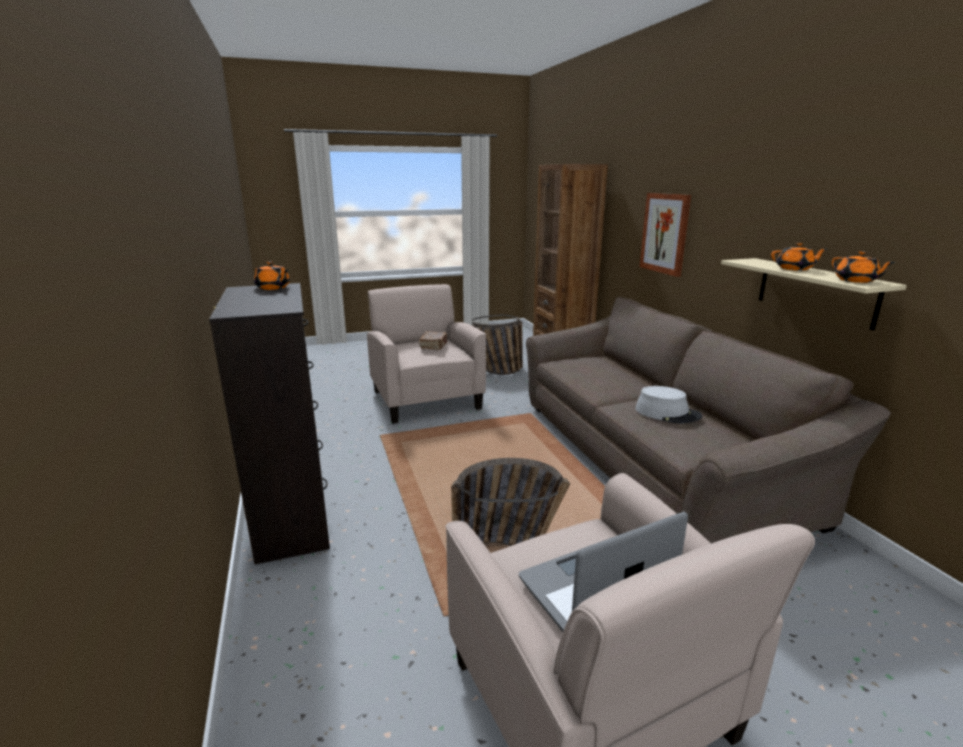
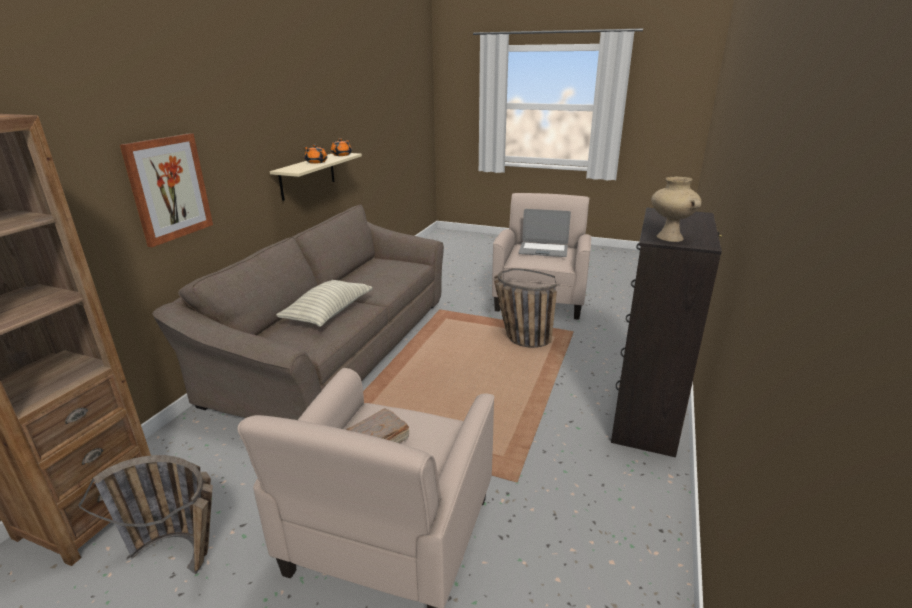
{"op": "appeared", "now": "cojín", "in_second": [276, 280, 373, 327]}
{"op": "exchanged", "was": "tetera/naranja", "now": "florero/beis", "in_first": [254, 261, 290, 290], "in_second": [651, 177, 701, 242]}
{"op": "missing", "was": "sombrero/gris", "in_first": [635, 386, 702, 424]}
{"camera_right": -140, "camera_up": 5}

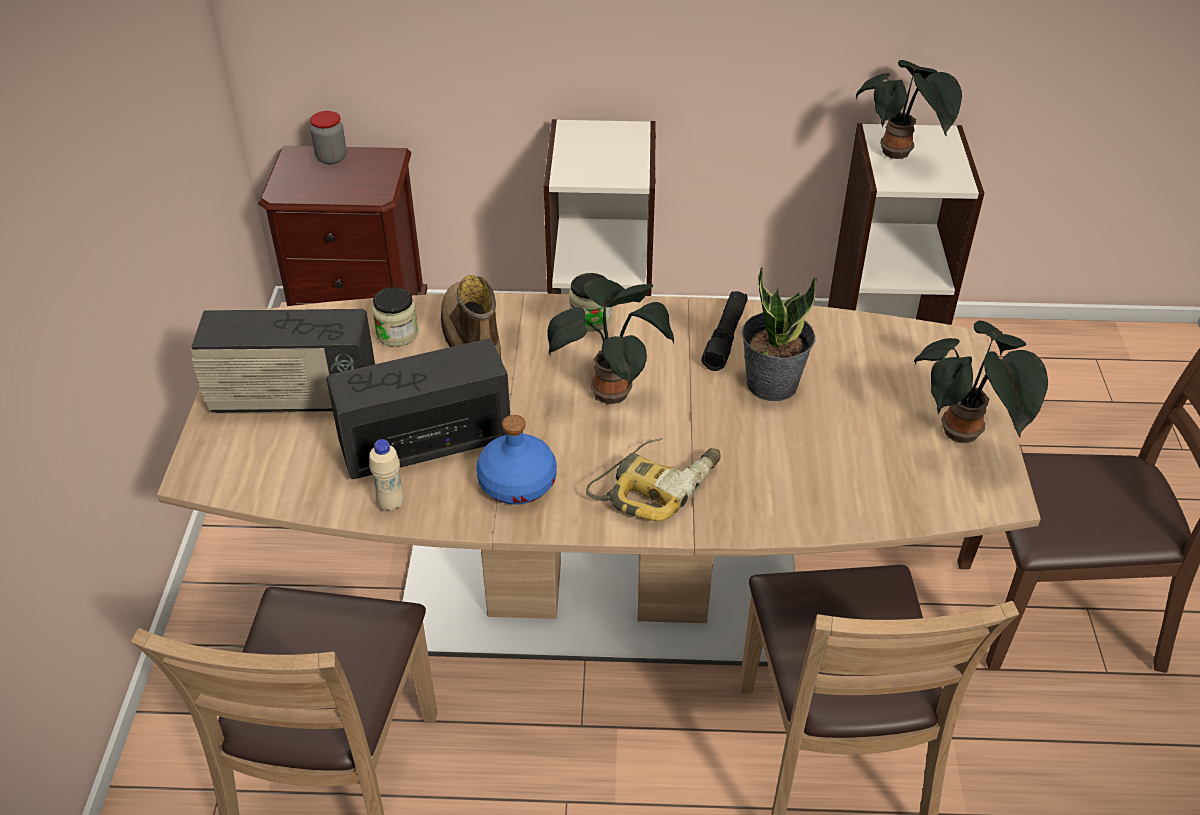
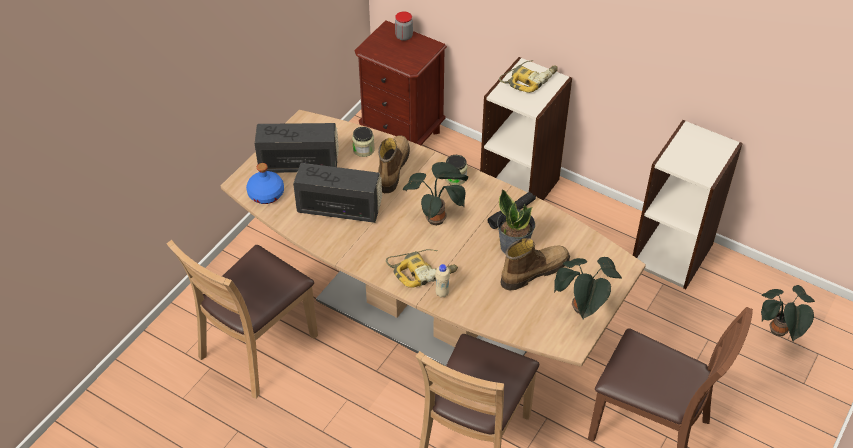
{"op": "relocated", "was": "botella/azul", "in_first": [476, 415, 557, 505], "in_second": [246, 163, 284, 204]}
{"op": "spun", "was": "radio", "in_first": [191, 309, 375, 413], "in_second": [255, 123, 339, 173], "clockwise": 150}
{"op": "relocated", "was": "botella/beis", "in_first": [369, 439, 404, 512], "in_second": [435, 264, 450, 297]}
{"op": "appeared", "now": "taladro", "in_second": [499, 60, 558, 93]}
{"op": "appeared", "now": "bota", "in_second": [501, 238, 570, 291]}
{"op": "relocated", "was": "planta en maceta", "in_first": [856, 60, 962, 159], "in_second": [761, 285, 815, 342]}
{"camera_right": 30, "camera_up": 5}

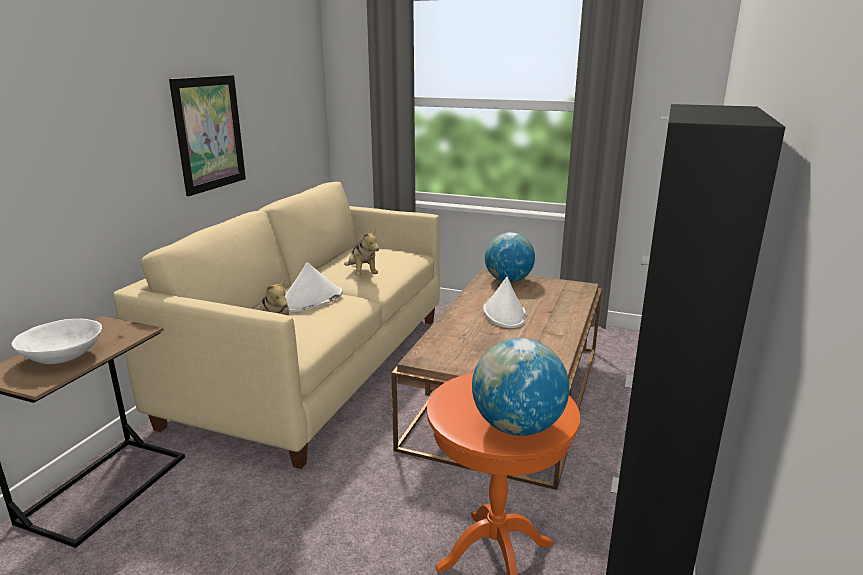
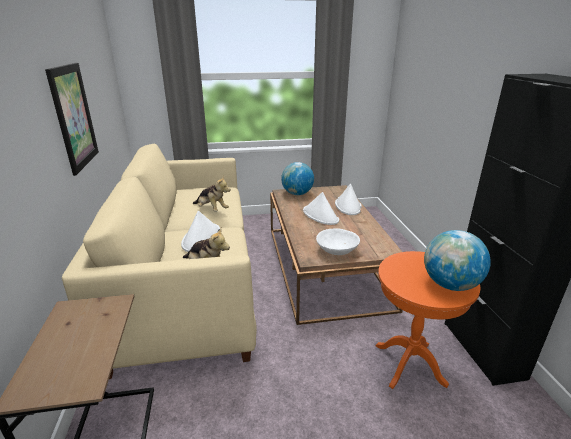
{"op": "relocated", "was": "cuenco/blanco", "in_first": [11, 319, 102, 364], "in_second": [316, 228, 360, 255]}
{"op": "appeared", "now": "sombrero/blanco", "in_second": [335, 183, 362, 215]}
{"camera_right": -30, "camera_up": 5}

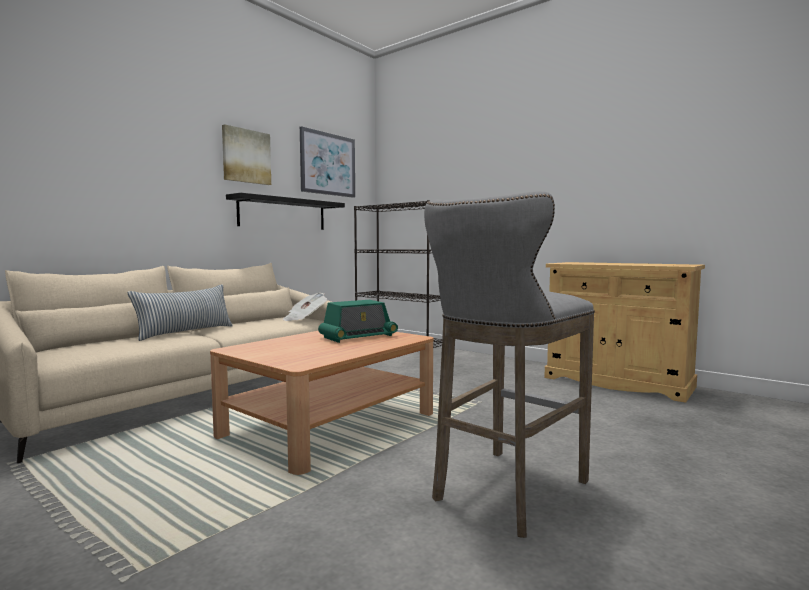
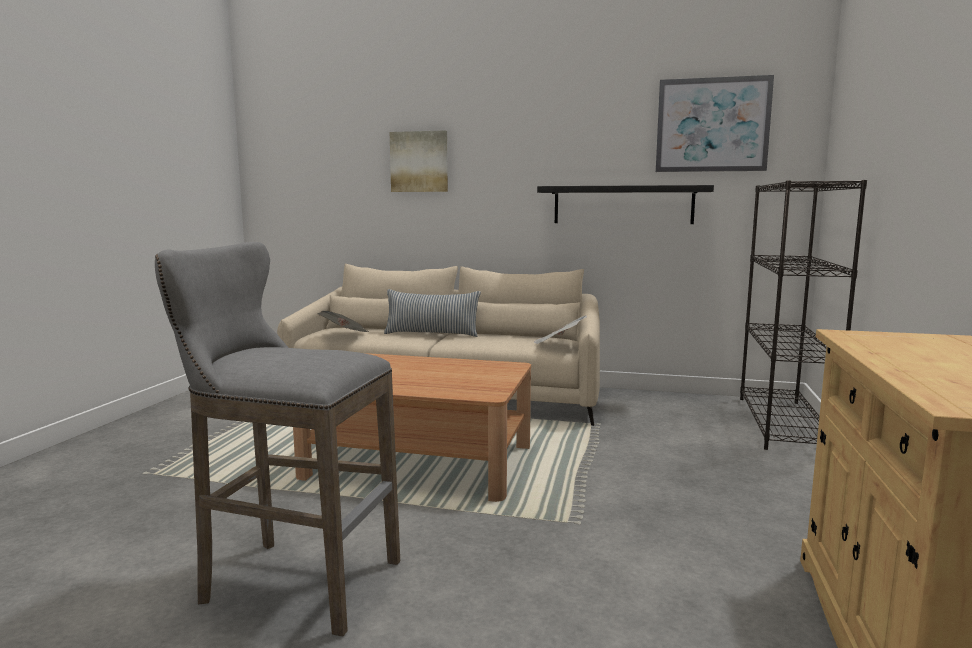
{"op": "appeared", "now": "periódico", "in_second": [317, 311, 369, 332]}
{"op": "relocated", "was": "cuadro", "in_first": [222, 124, 271, 185], "in_second": [390, 130, 448, 192]}
{"op": "missing", "was": "radio", "in_first": [318, 300, 398, 343]}
{"camera_right": 65, "camera_up": 5}

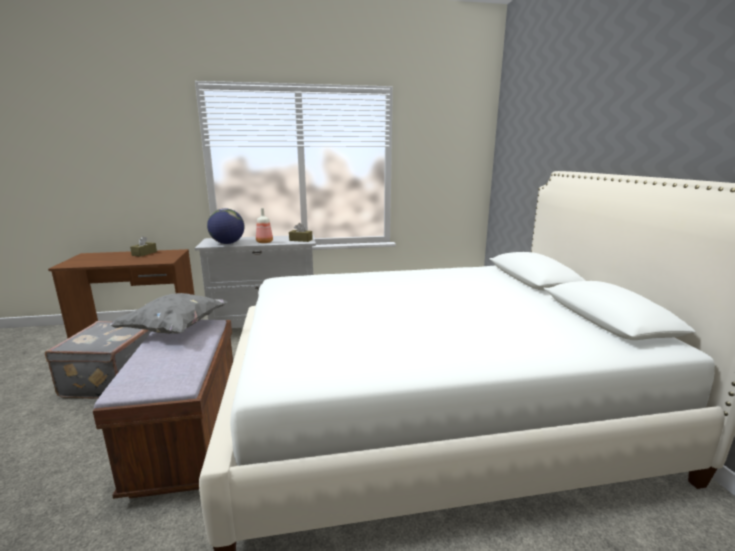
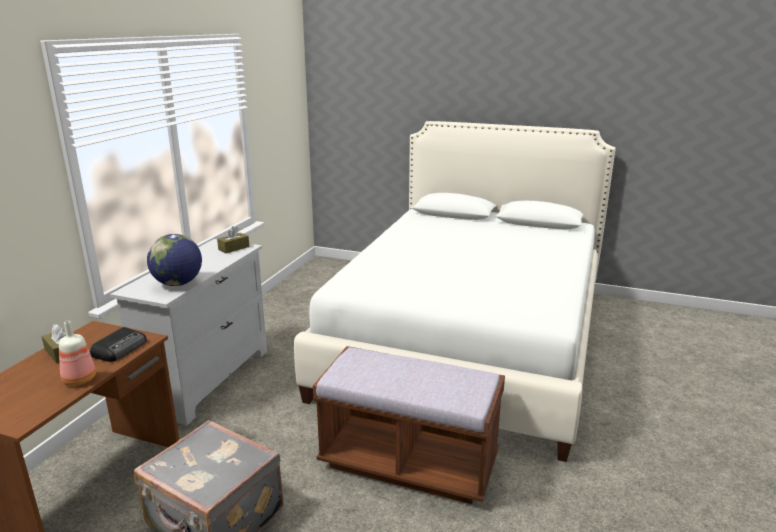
{"op": "relocated", "was": "botella", "in_first": [256, 208, 273, 243], "in_second": [59, 321, 96, 386]}
{"op": "appeared", "now": "radio", "in_second": [90, 327, 147, 362]}
{"op": "missing", "was": "cojín/gris", "in_first": [109, 293, 227, 334]}
{"camera_right": -60, "camera_up": 5}

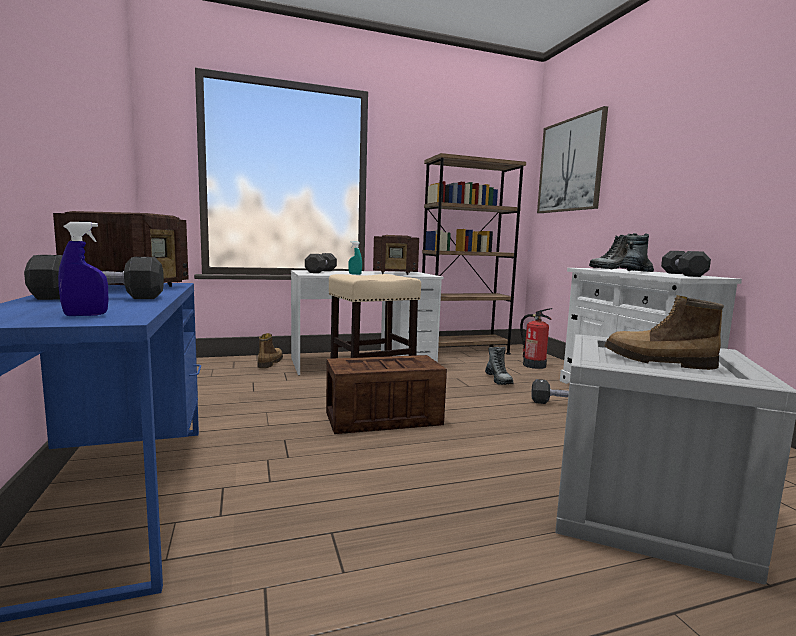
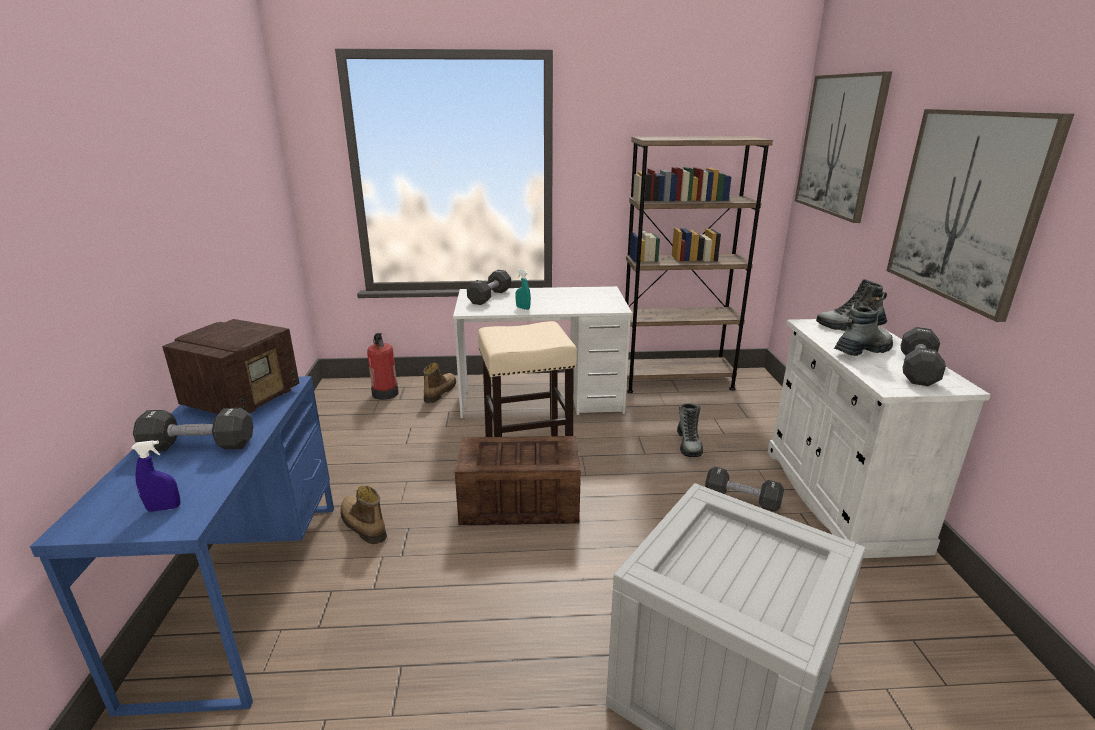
{"op": "relocated", "was": "bota", "in_first": [604, 295, 724, 370], "in_second": [341, 486, 387, 544]}
{"op": "relocated", "was": "extintor", "in_first": [520, 308, 552, 369], "in_second": [367, 333, 399, 400]}
{"op": "appeared", "now": "cuadro", "in_second": [886, 109, 1074, 322]}
{"op": "missing", "was": "radio", "in_first": [373, 235, 419, 275]}
{"camera_right": 15, "camera_up": 15}

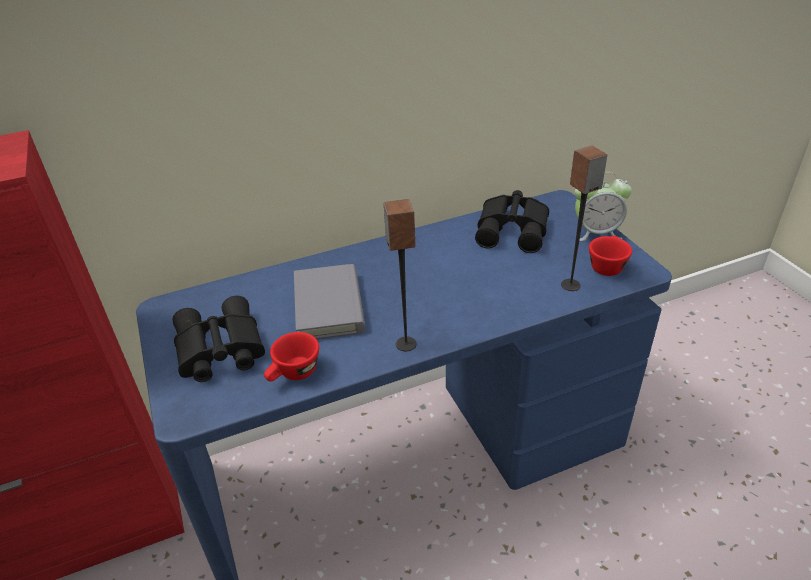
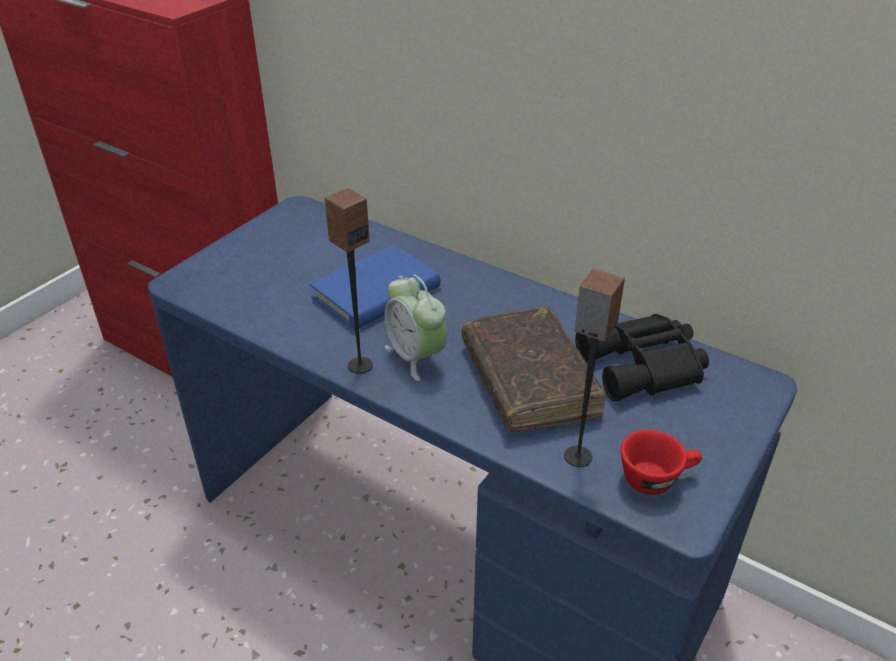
{"op": "colour", "was": "libro/gris", "now": "libro/azul", "in_first": [294, 264, 365, 339], "in_second": [310, 244, 440, 330]}
{"op": "relocated", "was": "despertador", "in_first": [575, 172, 632, 241], "in_second": [384, 275, 447, 381]}
{"op": "appeared", "now": "libro/marrón", "in_second": [461, 306, 605, 432]}
{"op": "missing", "was": "prismáticos/negro", "in_first": [172, 296, 265, 382]}
{"op": "missing", "was": "taza/rojo", "in_first": [264, 332, 319, 381]}
{"camera_right": 55, "camera_up": 0}

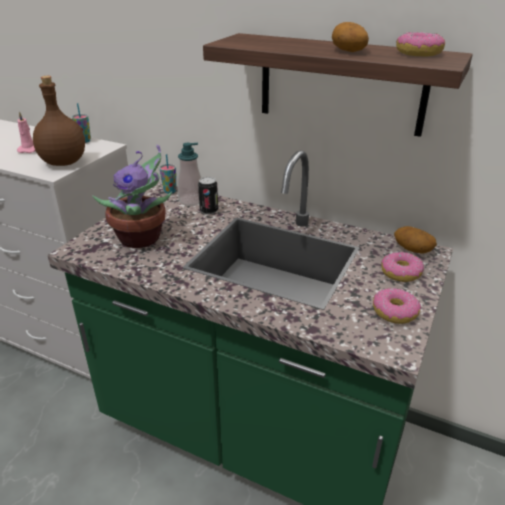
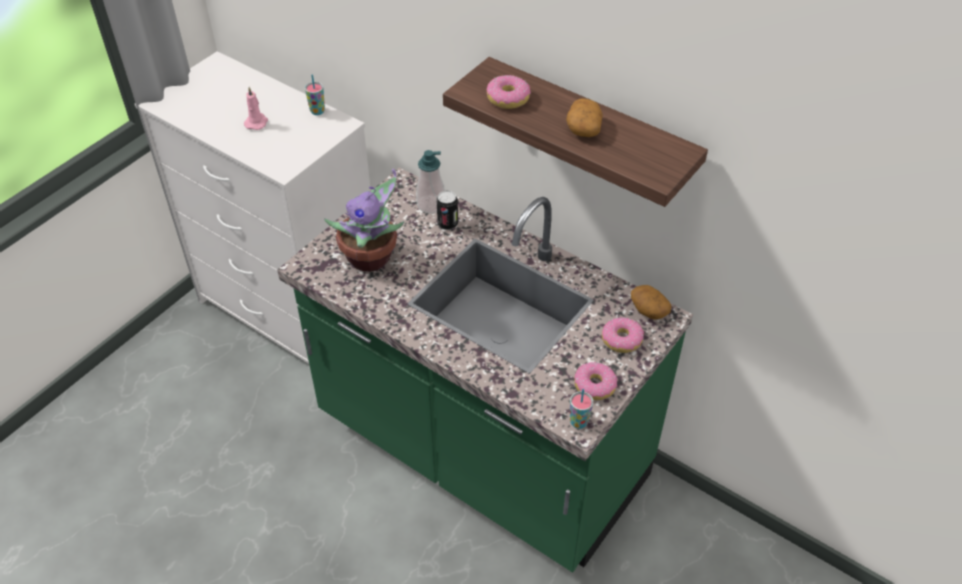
{"op": "relocated", "was": "rosquilla", "in_first": [396, 32, 445, 57], "in_second": [487, 75, 531, 109]}
{"op": "relocated", "was": "taza", "in_first": [160, 154, 177, 194], "in_second": [570, 389, 593, 429]}
{"op": "missing", "was": "botella/marrón", "in_first": [33, 76, 85, 166]}
{"camera_right": 10, "camera_up": 15}

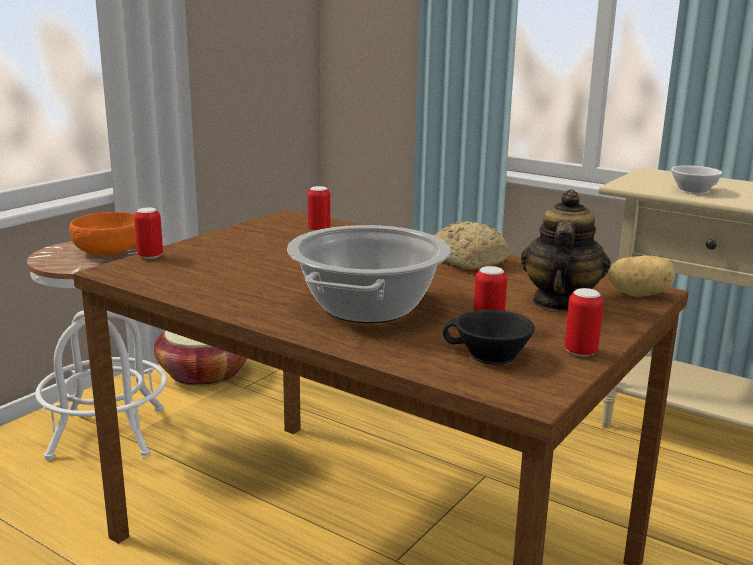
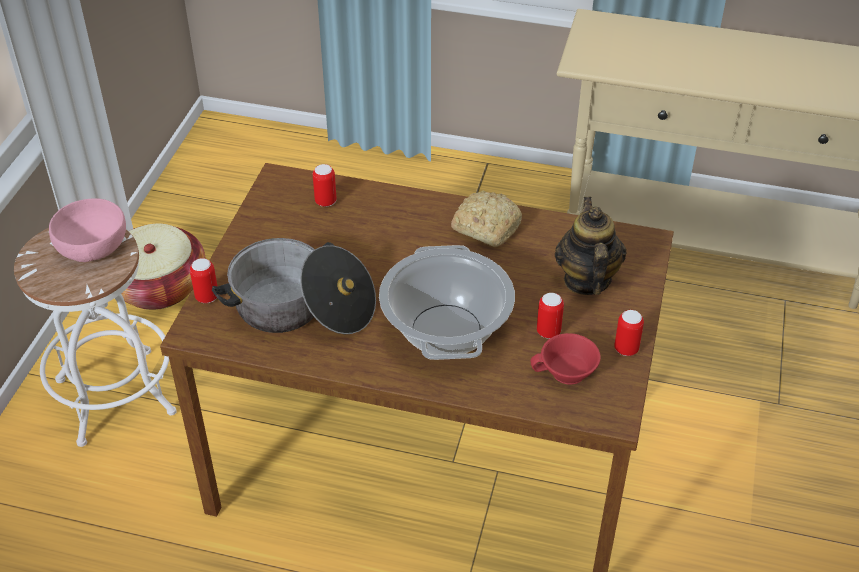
{"op": "colour", "was": "cuenco/naranja", "now": "cuenco/rosa", "in_first": [69, 212, 136, 256], "in_second": [49, 198, 126, 262]}
{"op": "appeared", "now": "olla", "in_second": [212, 238, 376, 334]}
{"op": "colour", "was": "taza/negro", "now": "taza/rojo", "in_first": [443, 309, 535, 365], "in_second": [530, 333, 601, 385]}
{"op": "missing", "was": "patata", "in_first": [607, 256, 675, 297]}
{"op": "missing", "was": "taza/blanco", "in_first": [671, 166, 722, 194]}
{"camera_right": -20, "camera_up": 25}

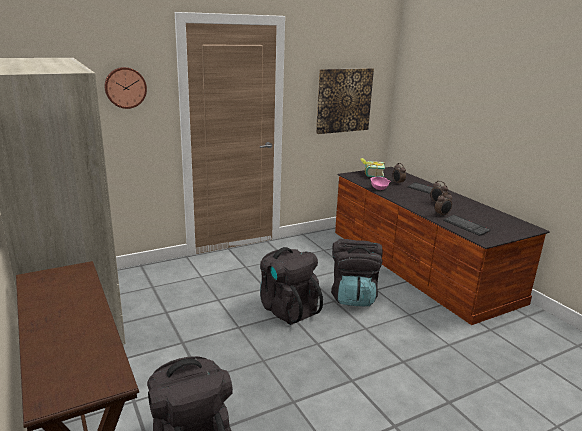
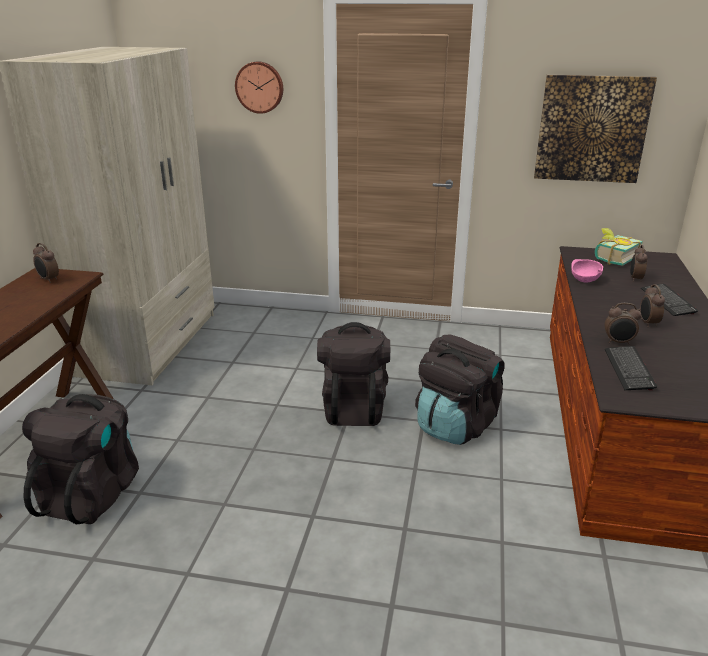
{"op": "appeared", "now": "despertador", "in_second": [33, 243, 59, 283]}
{"camera_right": 40, "camera_up": 5}

